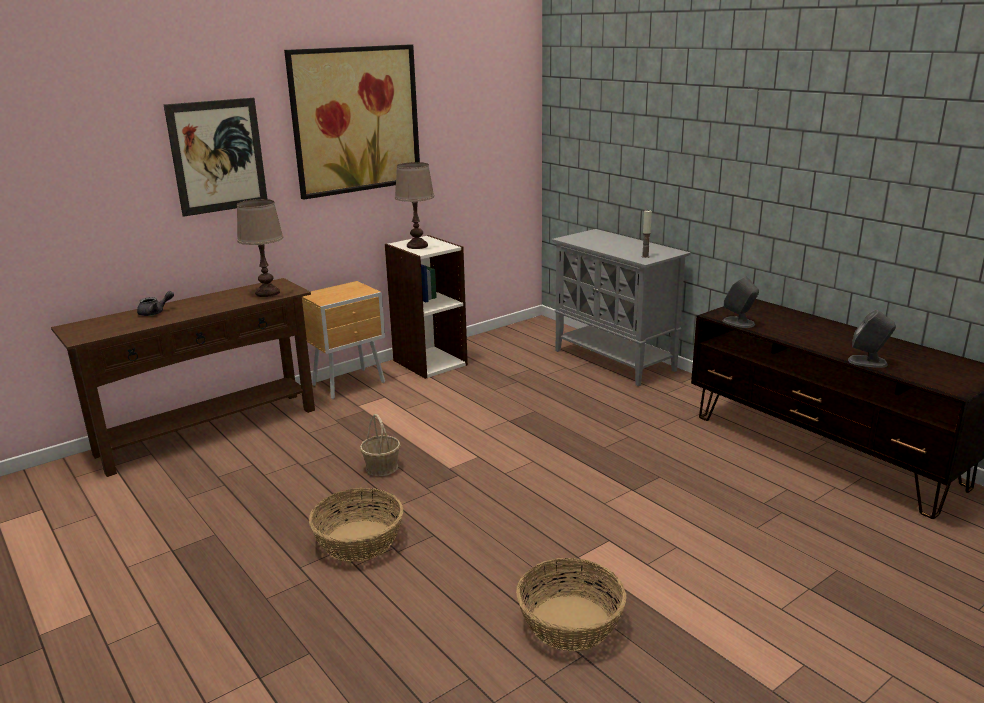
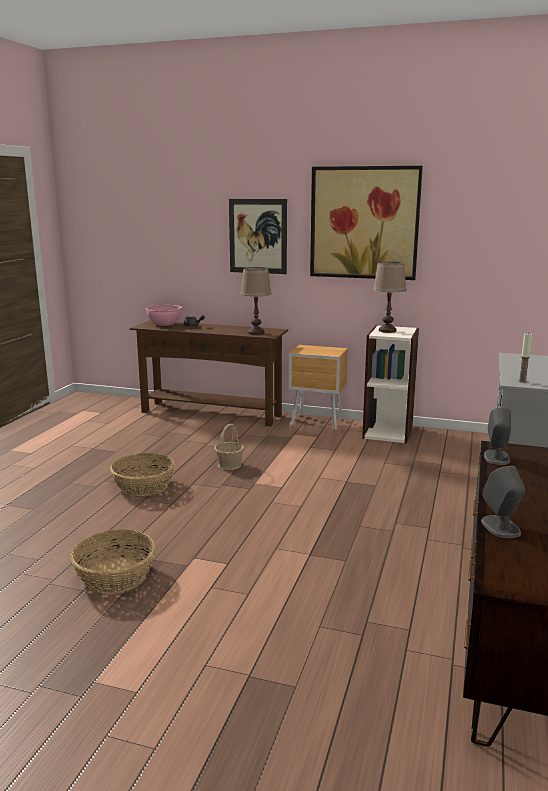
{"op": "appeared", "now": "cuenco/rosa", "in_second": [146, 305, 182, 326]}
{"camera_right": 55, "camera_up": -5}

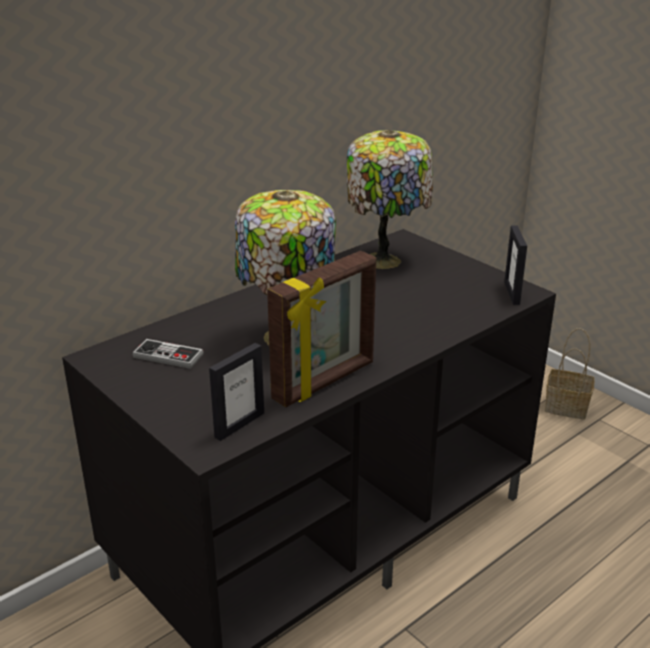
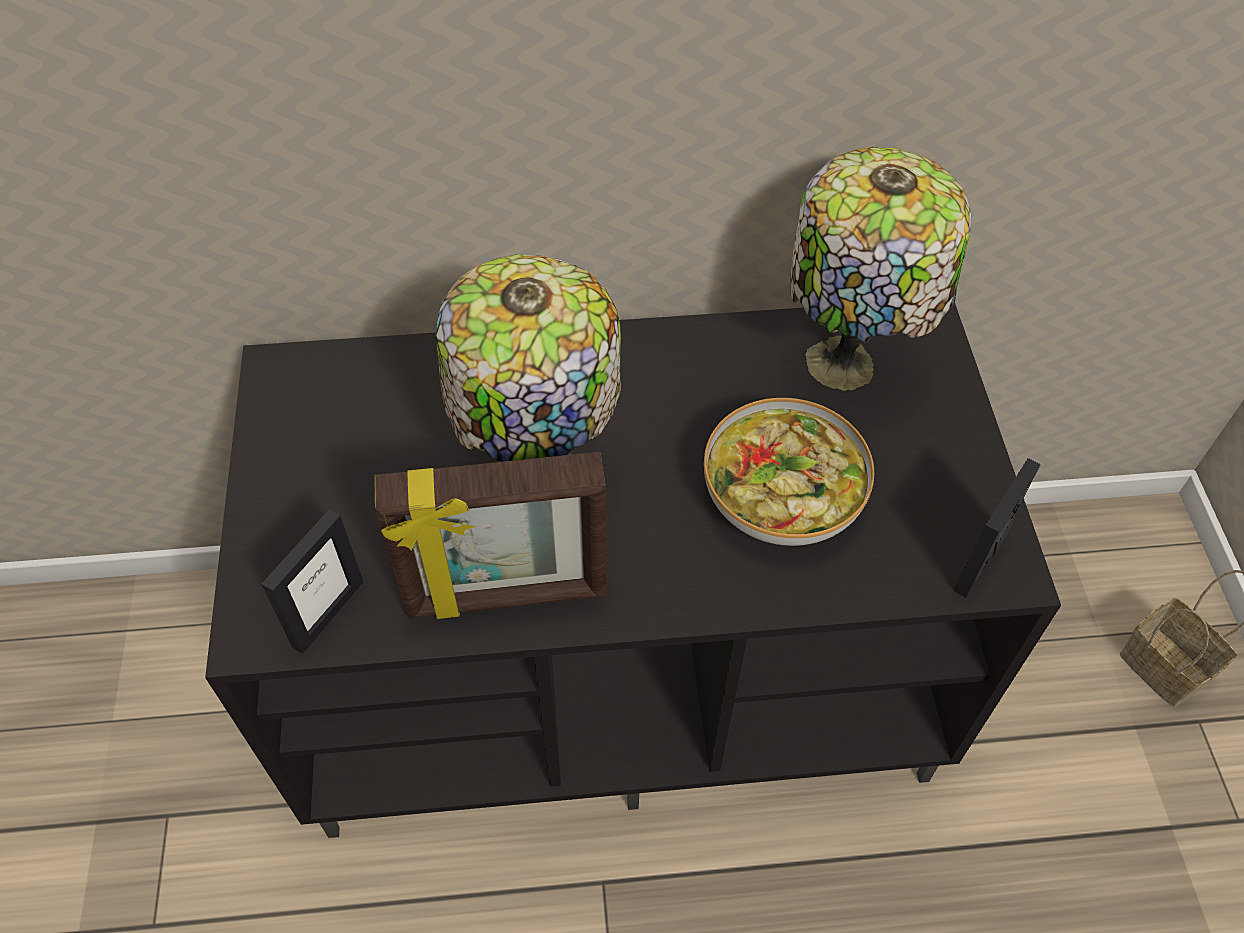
{"op": "spun", "was": "portarretratos", "in_first": [209, 343, 264, 441], "in_second": [262, 509, 363, 654], "clockwise": -45}
{"op": "appeared", "now": "cuenco", "in_second": [704, 398, 874, 546]}
{"op": "missing", "was": "mando de consola", "in_first": [132, 339, 204, 369]}
{"camera_right": 35, "camera_up": 25}

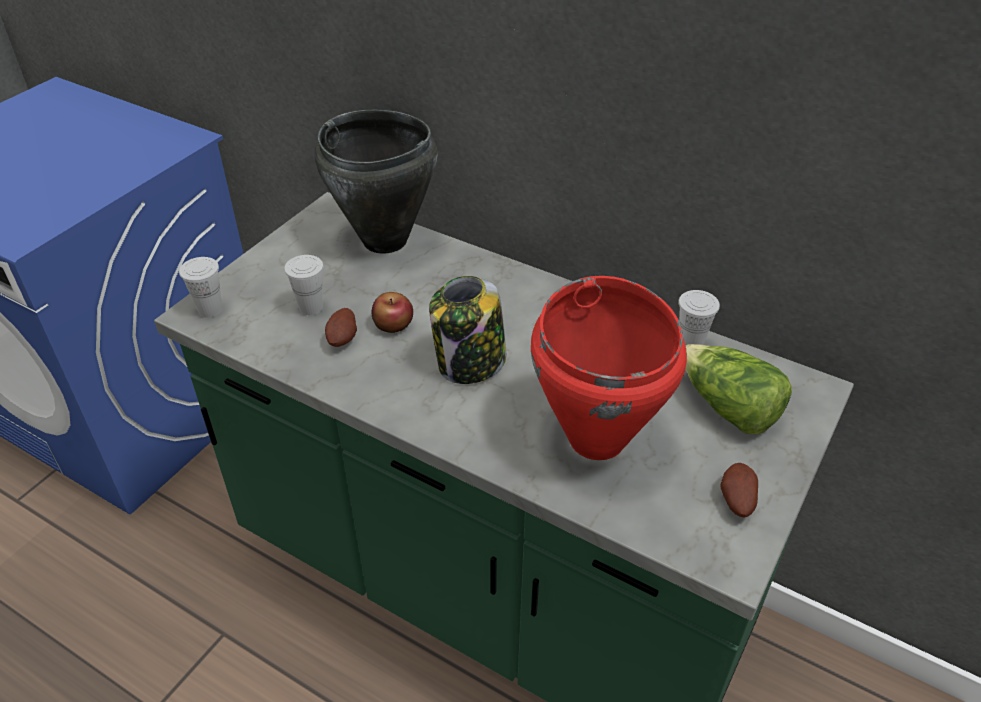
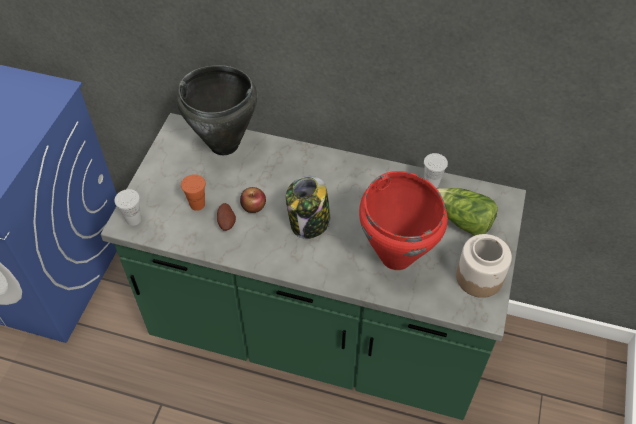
{"op": "colour", "was": "taza/blanco", "now": "taza/naranja", "in_first": [284, 255, 324, 315], "in_second": [181, 174, 206, 211]}
{"op": "exchanged", "was": "patata", "now": "tarro", "in_first": [721, 463, 758, 517], "in_second": [456, 234, 512, 298]}
{"camera_right": -15, "camera_up": 10}

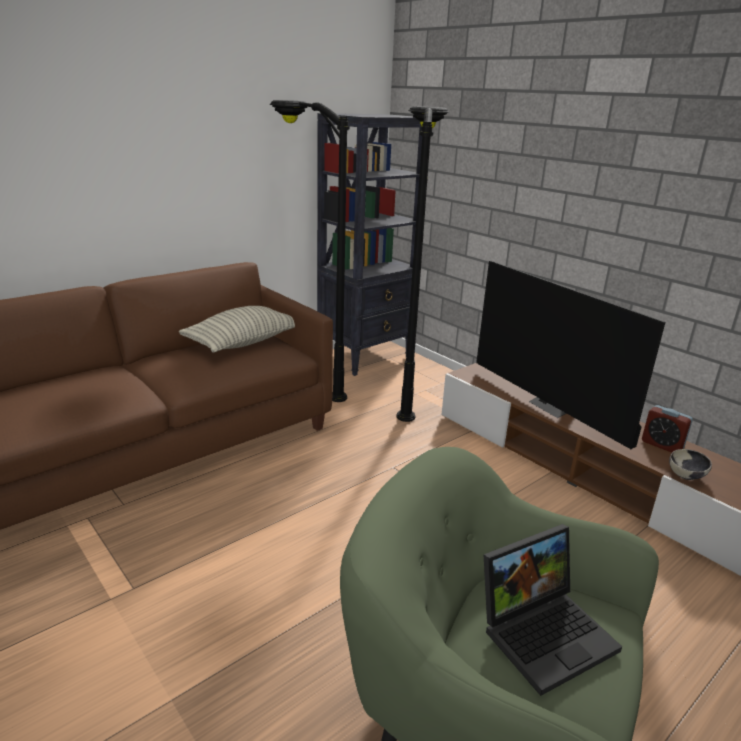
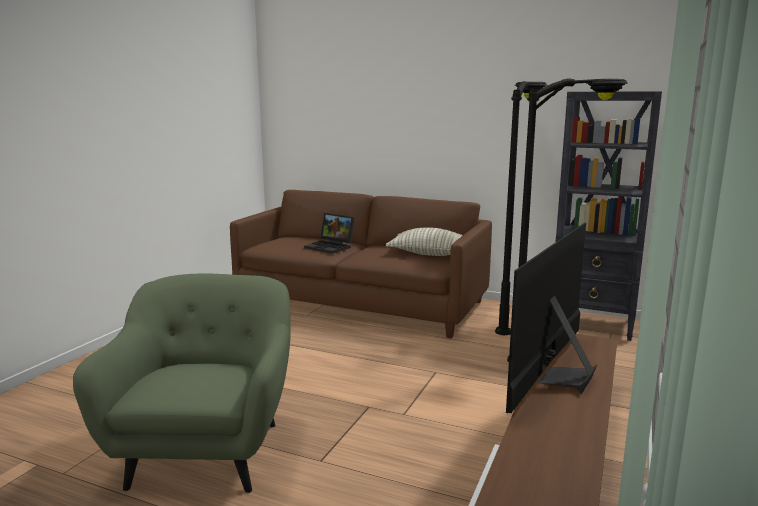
{"op": "relocated", "was": "portátil", "in_first": [483, 524, 622, 696], "in_second": [304, 213, 355, 254]}
{"op": "missing", "was": "despertador", "in_first": [642, 405, 693, 453]}
{"op": "missing", "was": "cuenco", "in_first": [669, 449, 712, 480]}
{"camera_right": 65, "camera_up": -10}

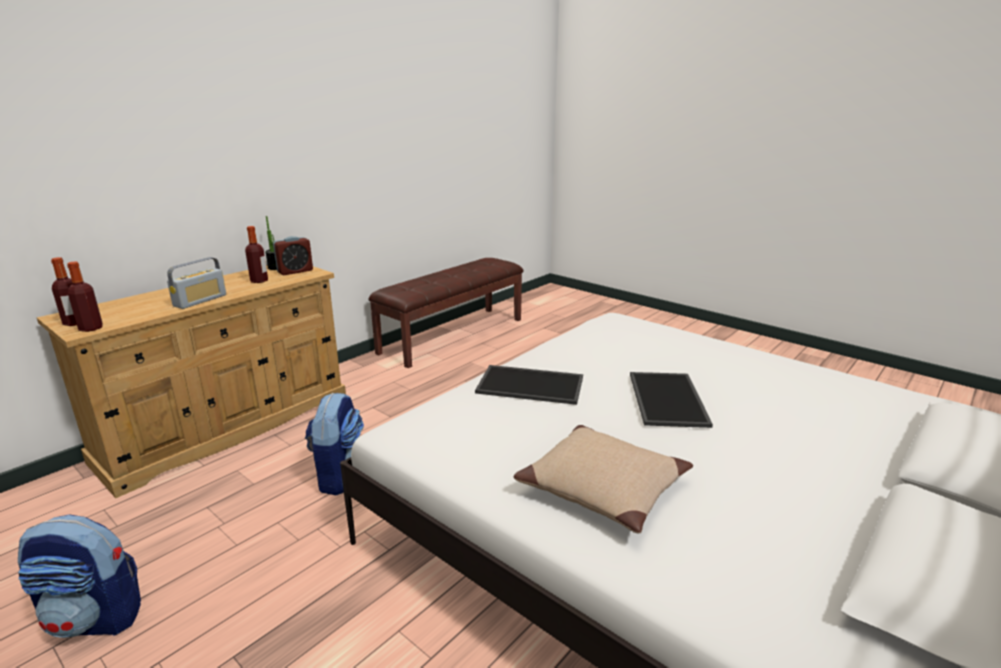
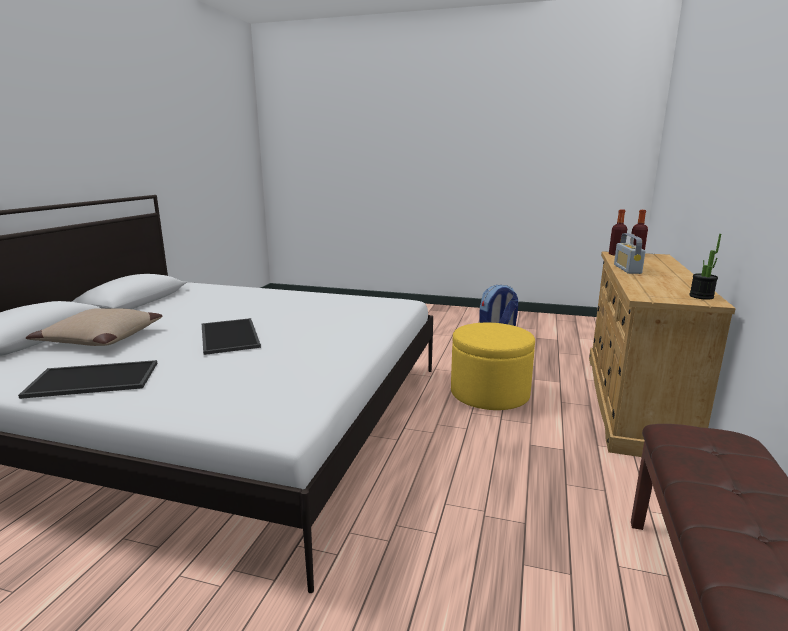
{"op": "relocated", "was": "bandeja", "in_first": [475, 365, 583, 405], "in_second": [18, 360, 157, 399]}
{"op": "relocated", "was": "cojín/beis", "in_first": [513, 425, 693, 533], "in_second": [26, 308, 162, 346]}
{"op": "exchanged", "was": "mochila", "now": "puf/amarillo", "in_first": [305, 393, 364, 495], "in_second": [451, 323, 535, 410]}
{"op": "missing", "was": "botella", "in_first": [245, 226, 268, 283]}
{"op": "missing", "was": "despertador", "in_first": [273, 236, 313, 275]}
{"camera_right": 155, "camera_up": -5}

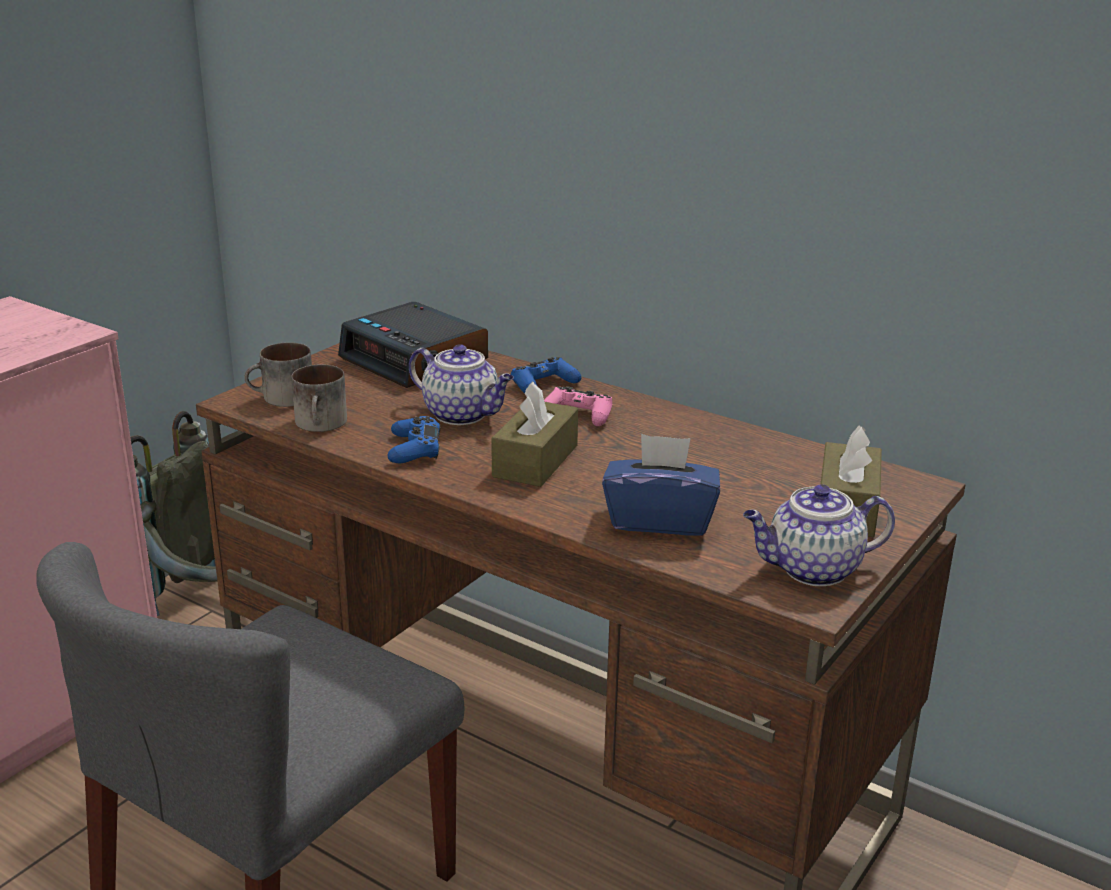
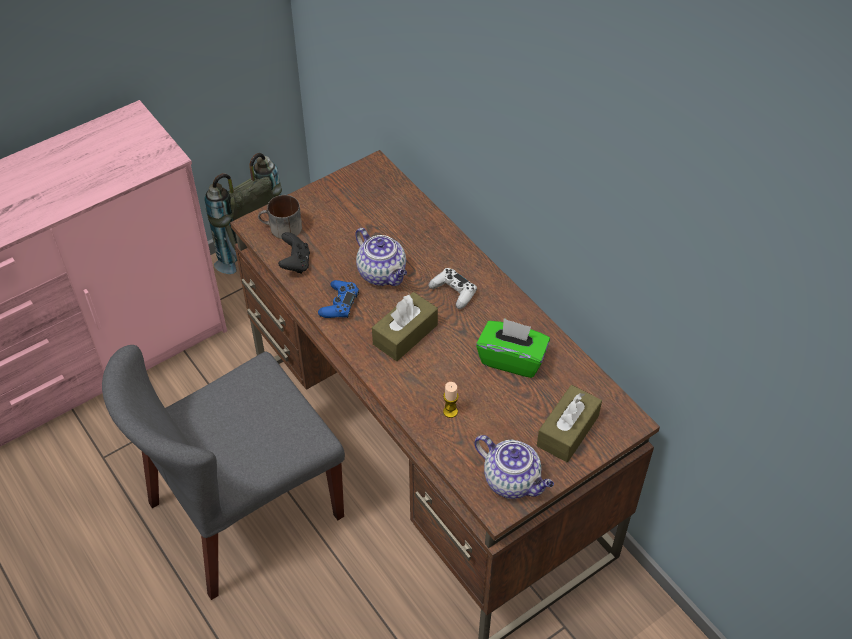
{"op": "exchanged", "was": "taza grande", "now": "mando de consola/negro", "in_first": [291, 364, 347, 432], "in_second": [278, 232, 310, 274]}
{"op": "colour", "was": "mando de consola/rosa", "now": "mando de consola/blanco", "in_first": [544, 387, 612, 426], "in_second": [428, 268, 477, 309]}
{"op": "exchanged", "was": "caja de pañuelos/azul", "now": "vela", "in_first": [602, 434, 720, 536], "in_second": [443, 382, 459, 418]}
{"op": "spun", "was": "tetera", "in_first": [743, 484, 895, 586], "in_second": [474, 435, 554, 499], "clockwise": -150}
{"op": "appeared", "now": "caja de pañuelos/verde", "in_second": [476, 318, 550, 378]}
{"op": "missing", "was": "despertador", "in_first": [338, 302, 488, 388]}
{"op": "missing", "was": "mando de consola/azul", "in_first": [511, 357, 582, 393]}
{"camera_right": 20, "camera_up": 25}

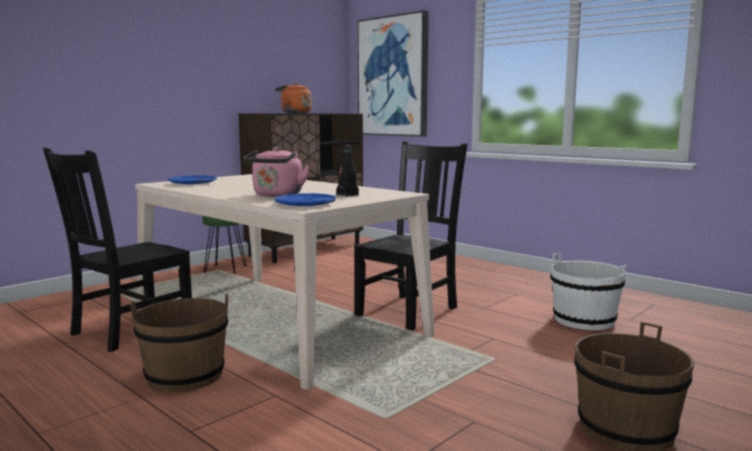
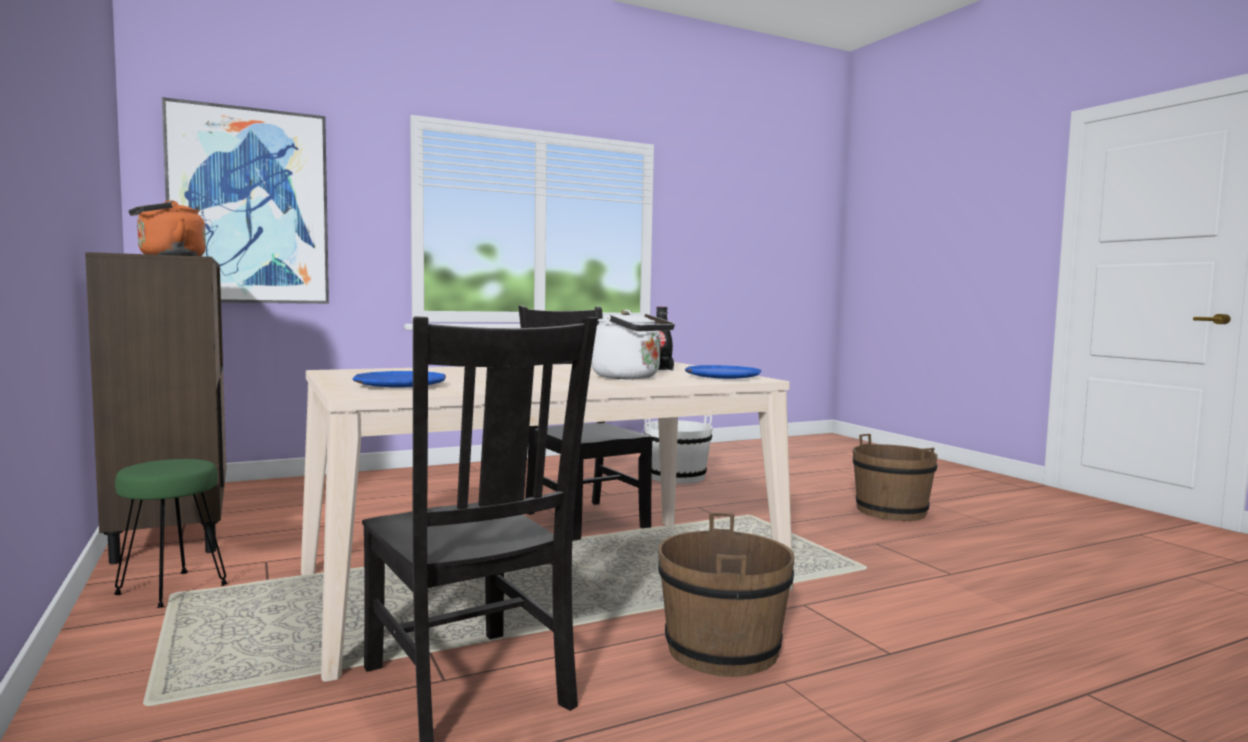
{"op": "colour", "was": "hervidor/rosa", "now": "hervidor/blanco", "in_first": [244, 147, 310, 197], "in_second": [591, 310, 675, 379]}
{"camera_right": -70, "camera_up": -5}

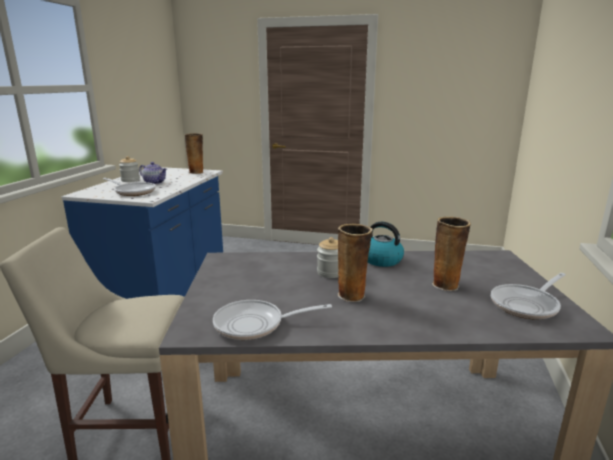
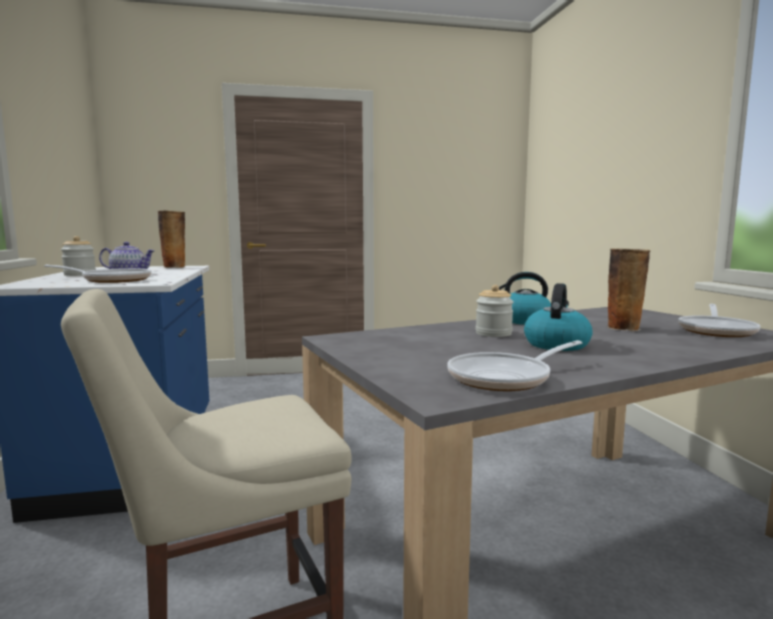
{"op": "exchanged", "was": "florero", "now": "hervidor", "in_first": [337, 224, 373, 302], "in_second": [524, 283, 593, 351]}
{"camera_right": -25, "camera_up": -10}

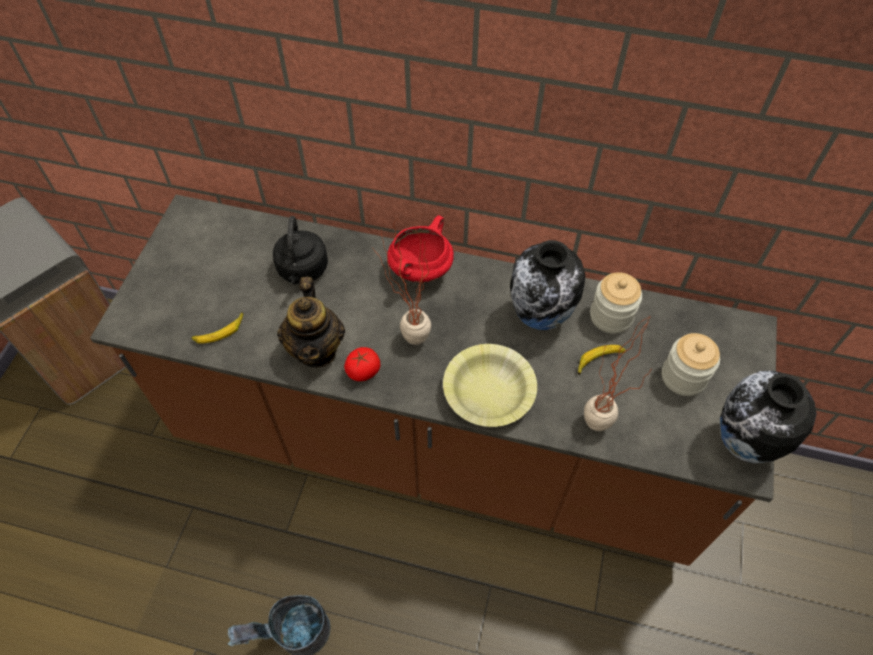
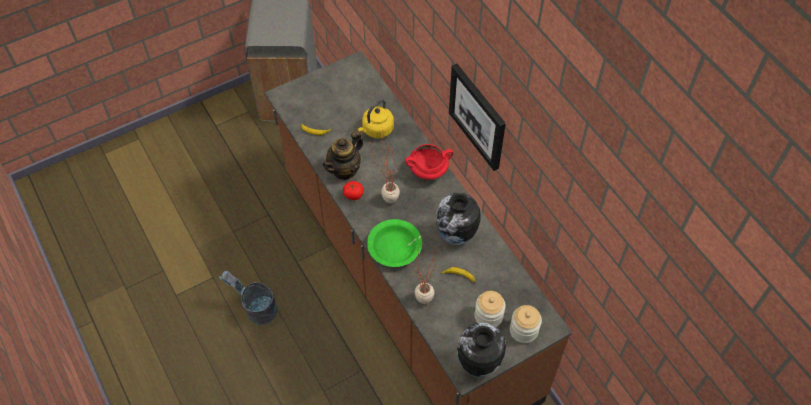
{"op": "colour", "was": "hervidor/negro", "now": "hervidor/amarillo", "in_first": [273, 216, 328, 284], "in_second": [357, 99, 394, 138]}
{"op": "colour", "was": "cuenco/amarillo", "now": "cuenco/verde", "in_first": [443, 344, 537, 427], "in_second": [367, 219, 422, 267]}
{"op": "appeared", "now": "cuadro", "in_second": [449, 64, 506, 171]}
{"op": "relocated", "was": "tarro", "in_first": [590, 272, 642, 334], "in_second": [510, 305, 542, 343]}
{"camera_right": 45, "camera_up": 0}

